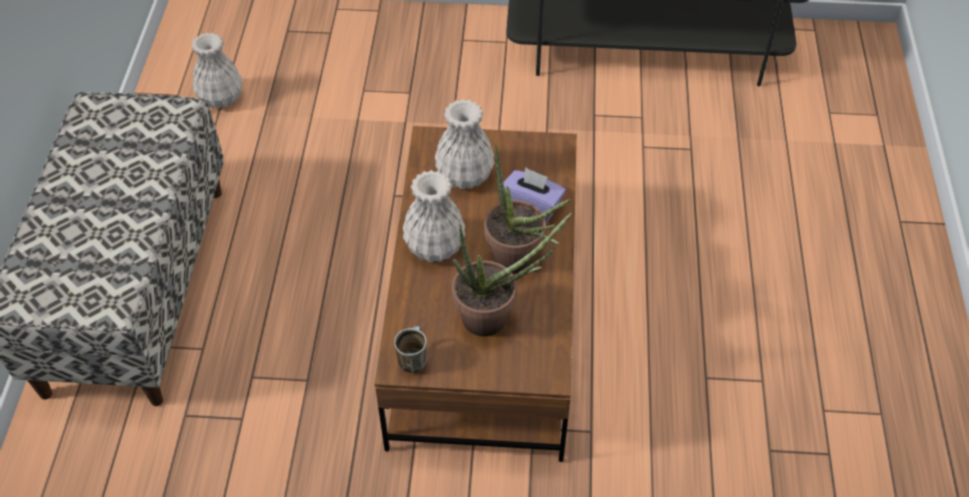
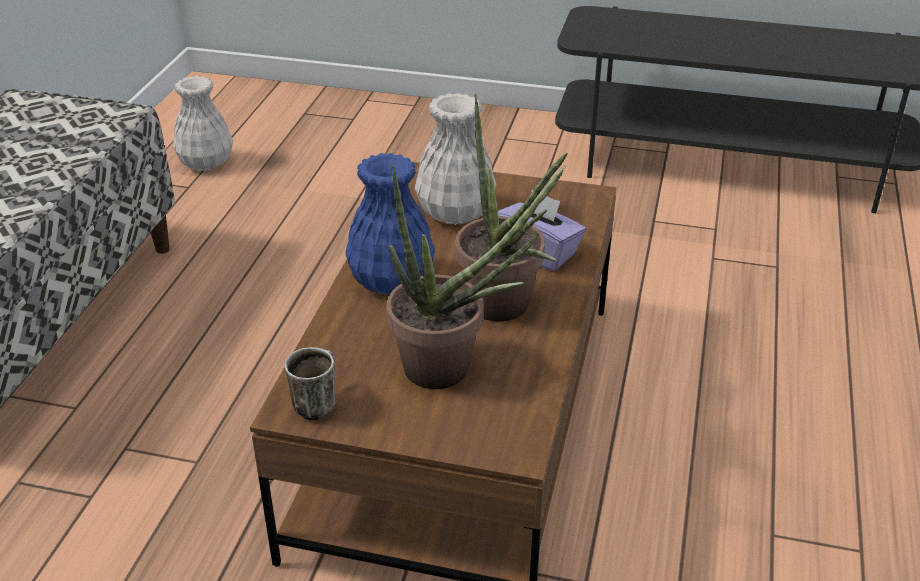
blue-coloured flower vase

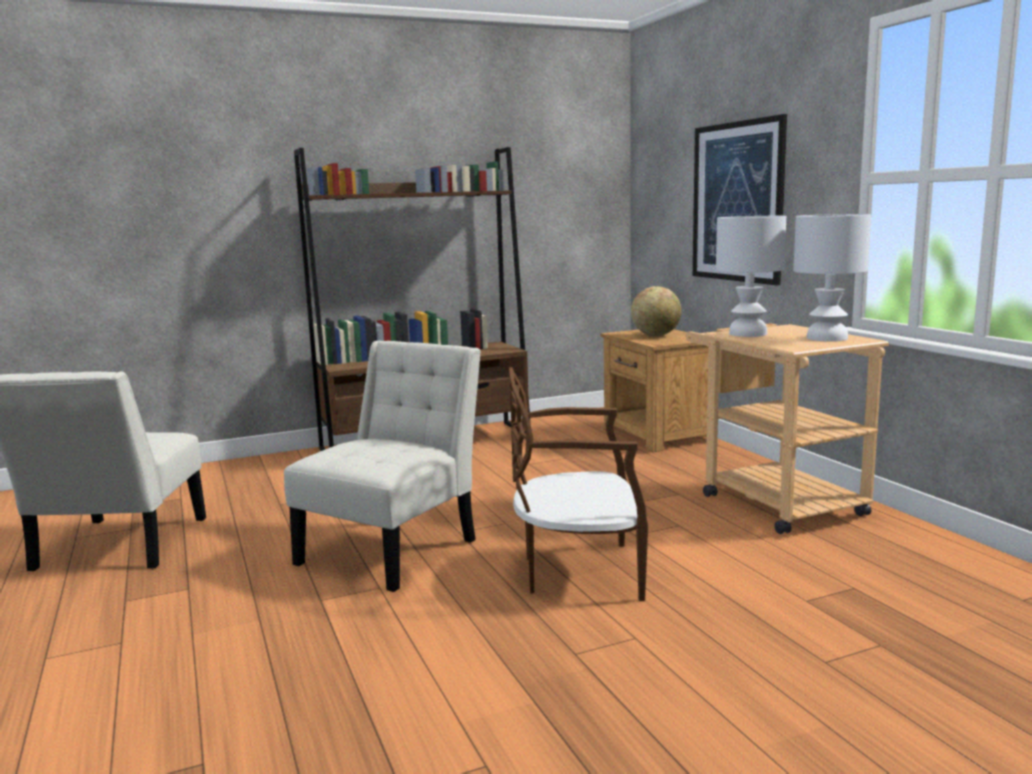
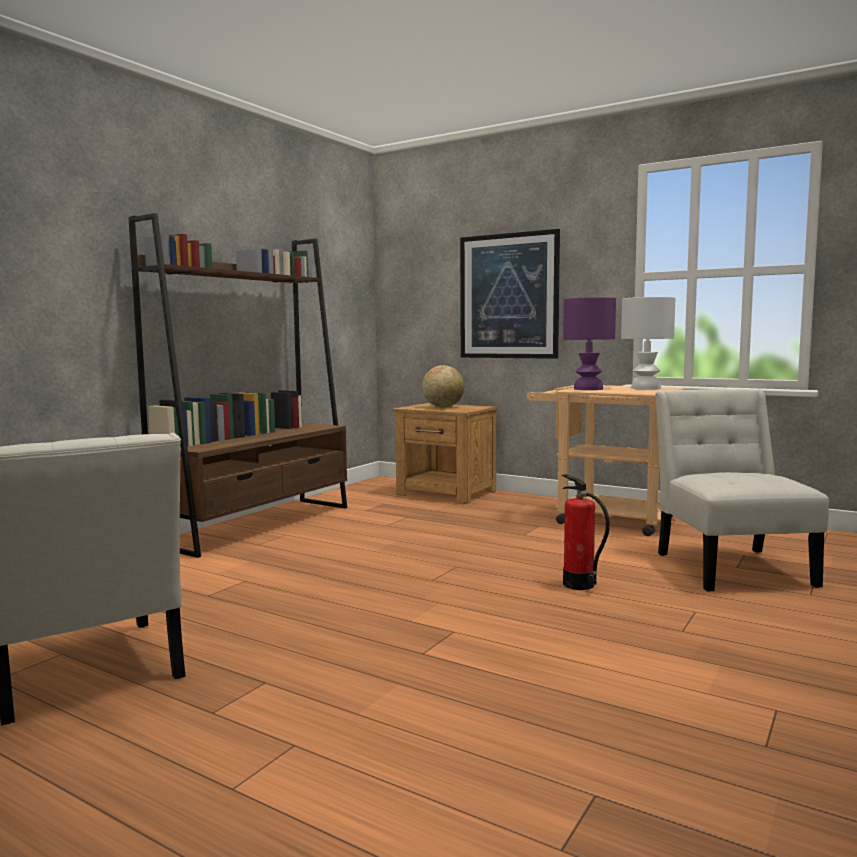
purple table lamp; white plain chair (no. 2 from left); fire extinguisher

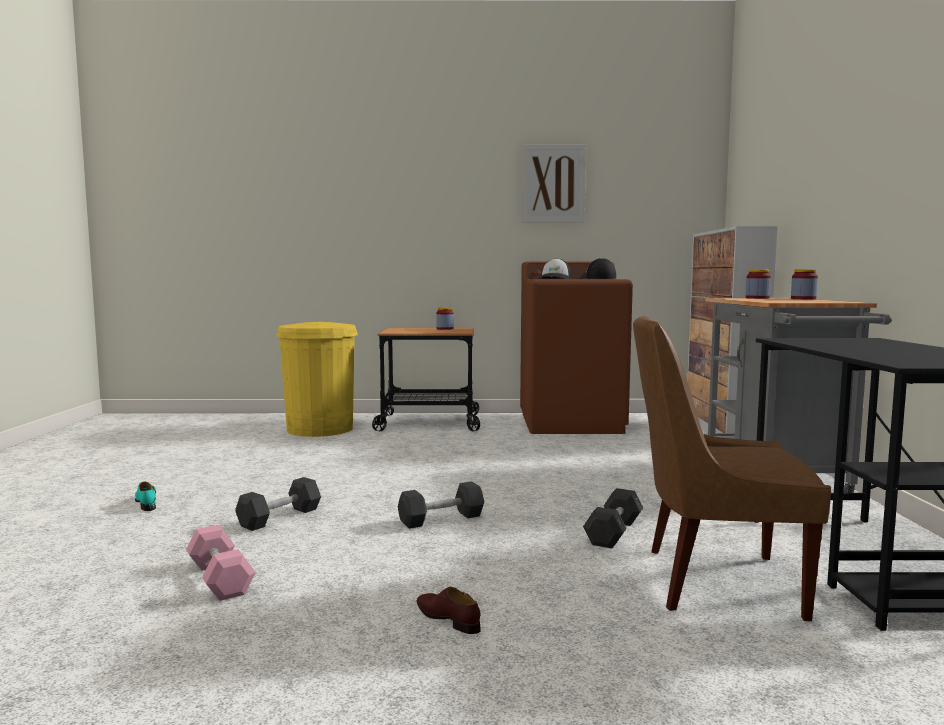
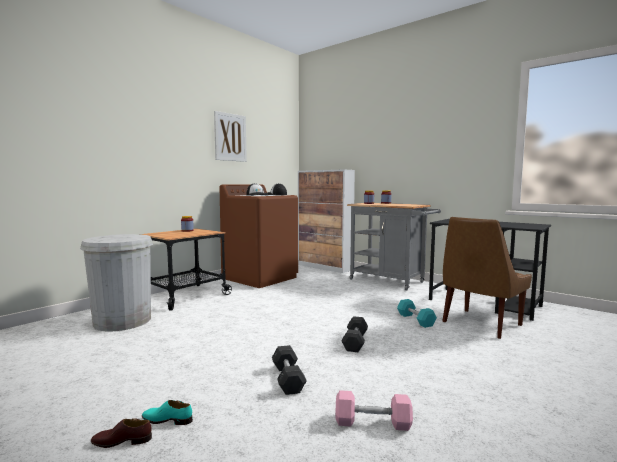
white rubbish bin; turquoise-coloured free weight; brown-coloured shoe

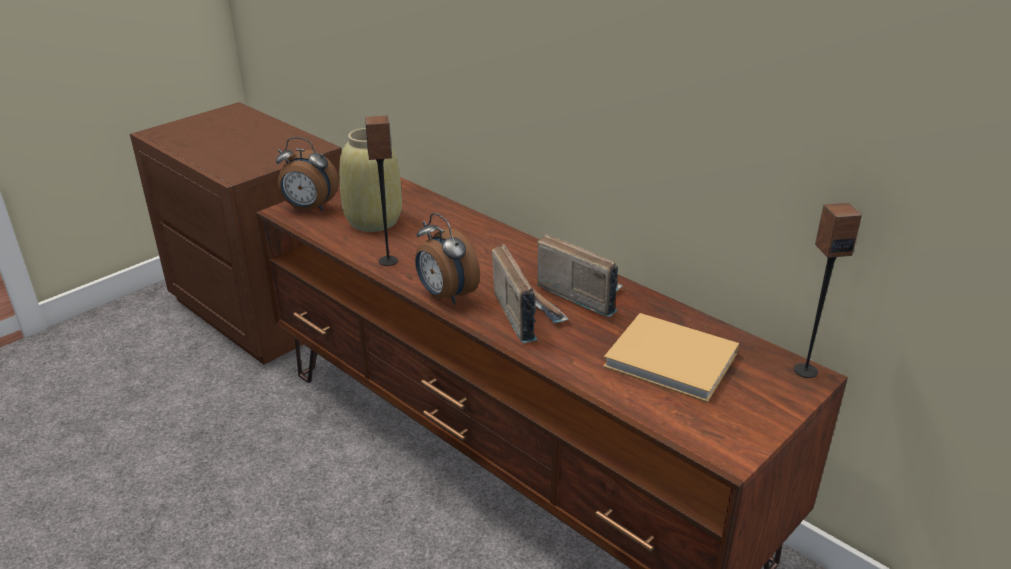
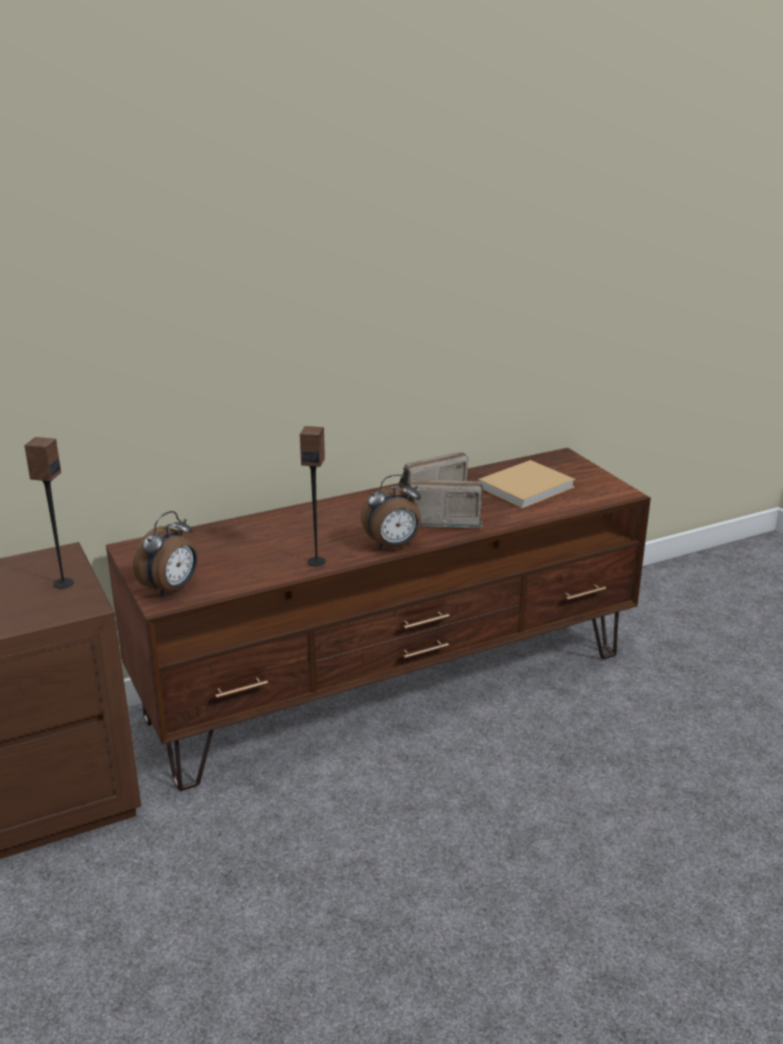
sand-coloured flower vase; speaker (no. 1 from left)

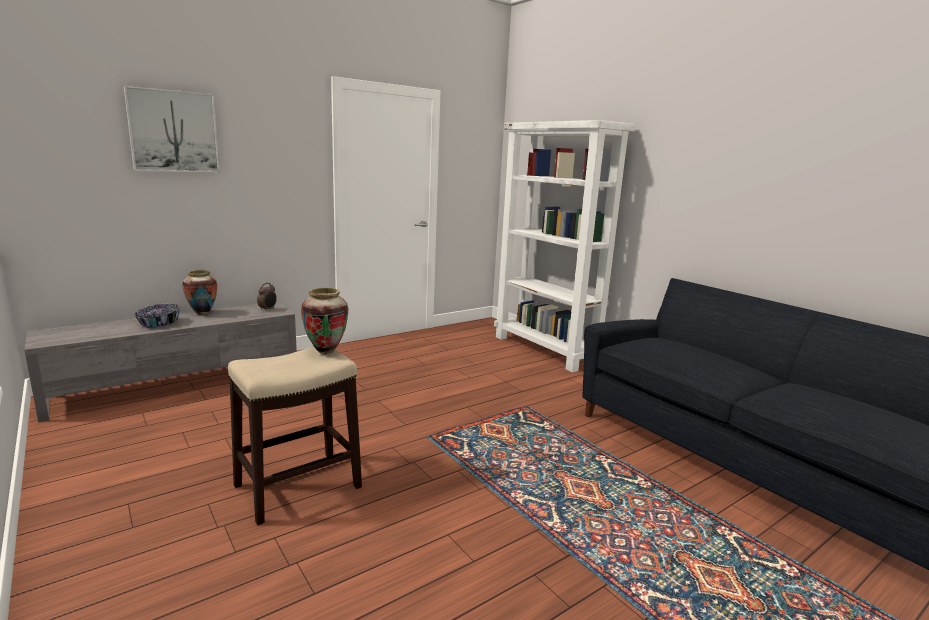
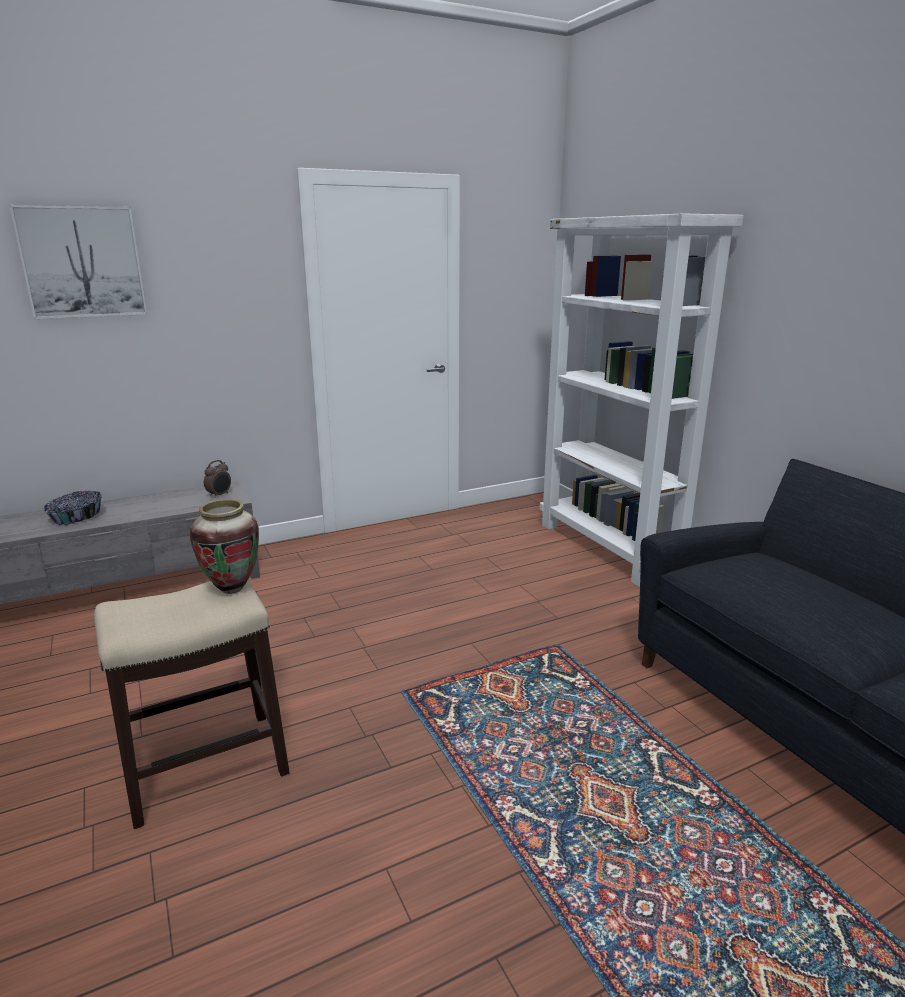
flower vase (no. 1 from left in the first image)

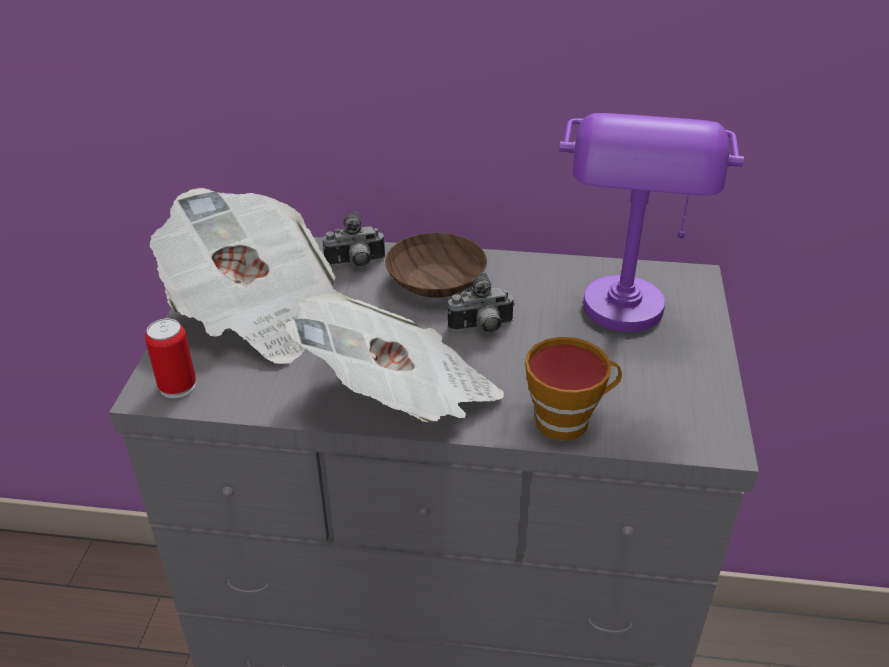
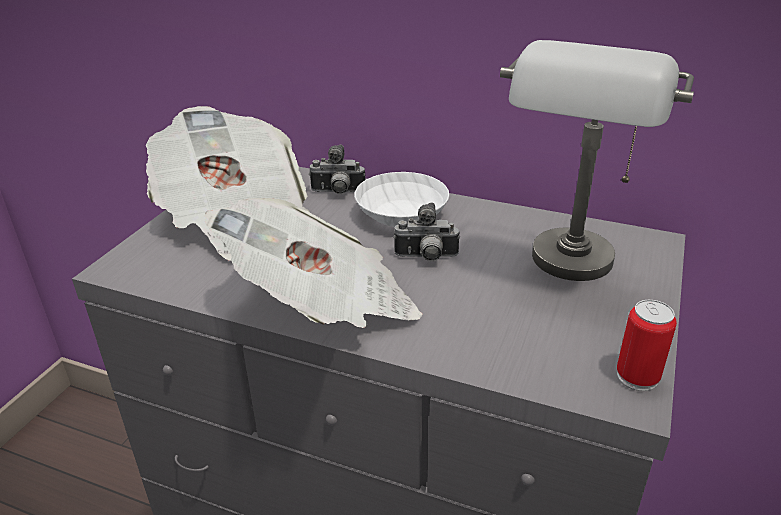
greyish table lamp; white bowl; can; cup

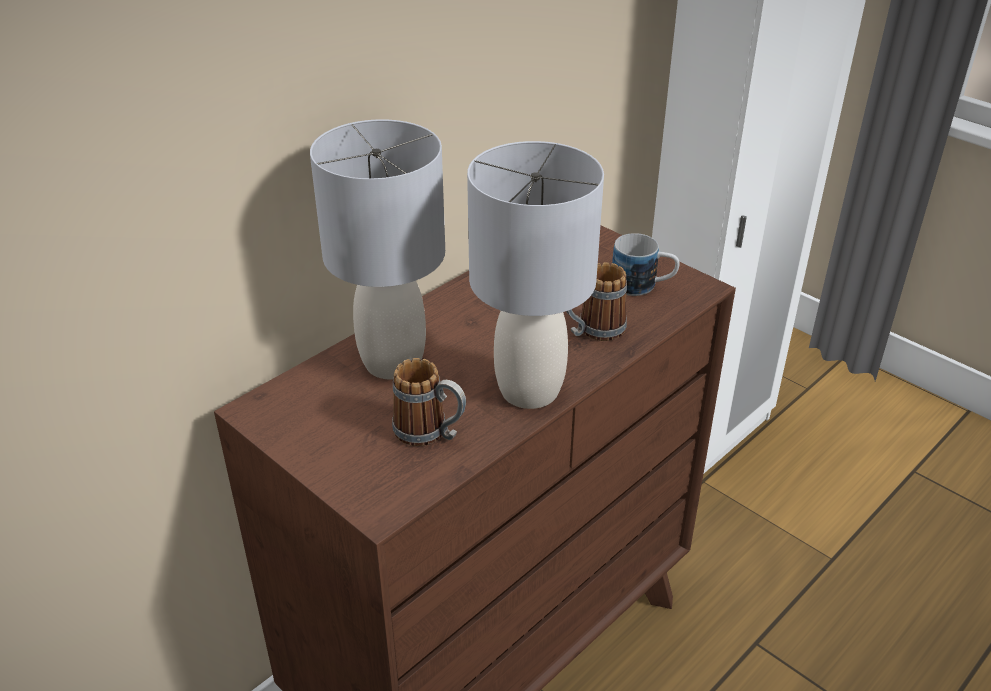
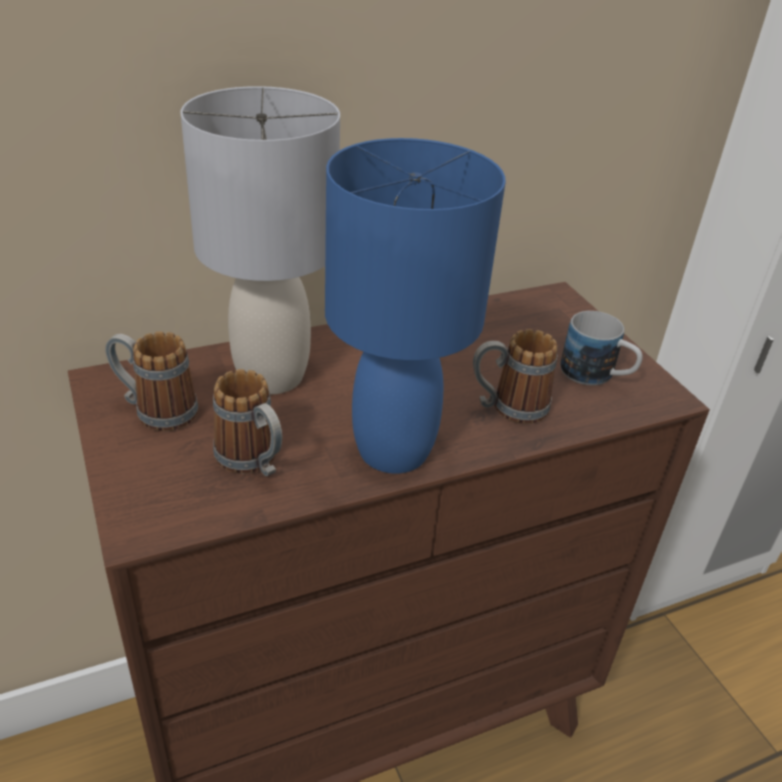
blue-coloured table lamp; mug (no. 1 from left)

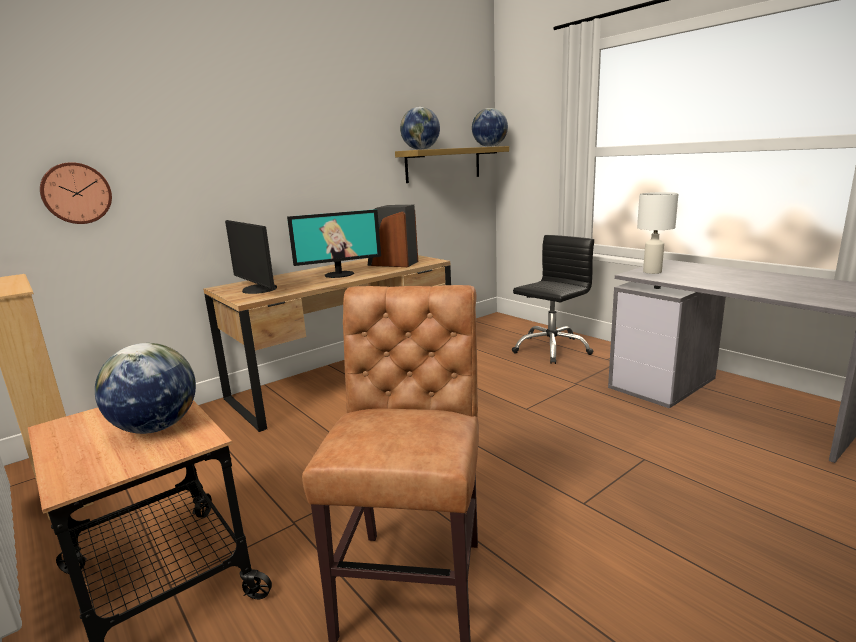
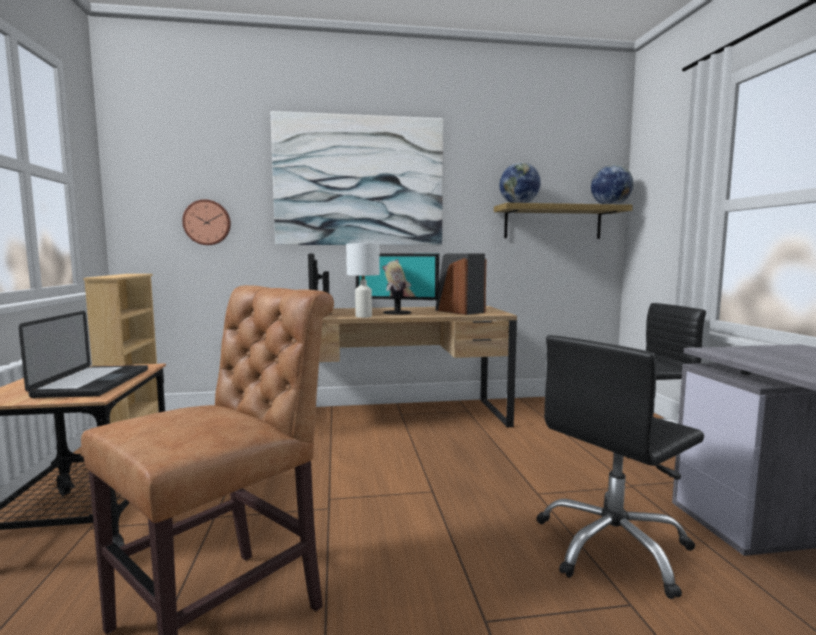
white table lamp; laptop; wall picture; black-coloured office chair (no. 1 from left)

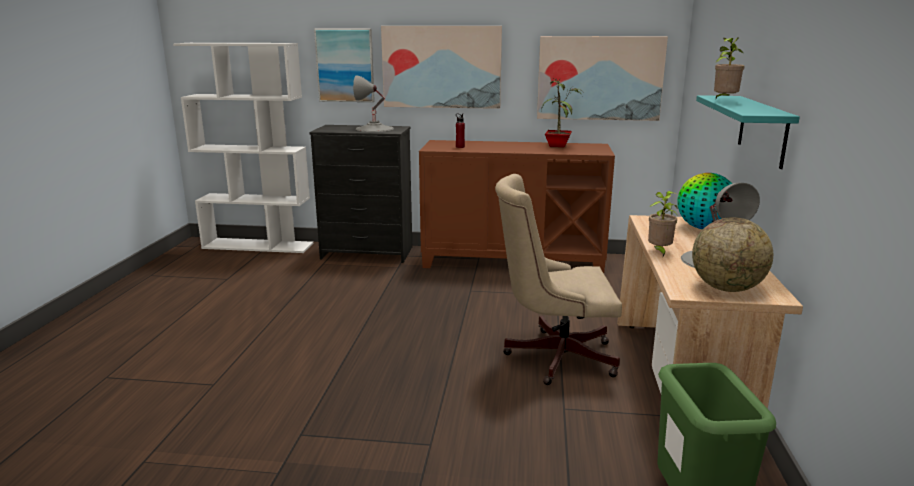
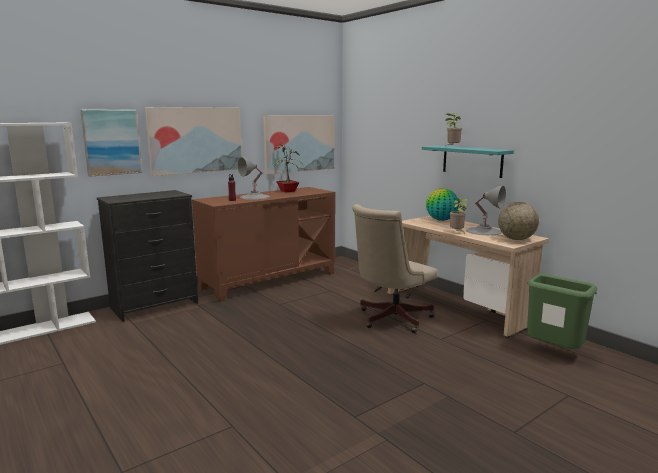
greyish table lamp (no. 1 from left)

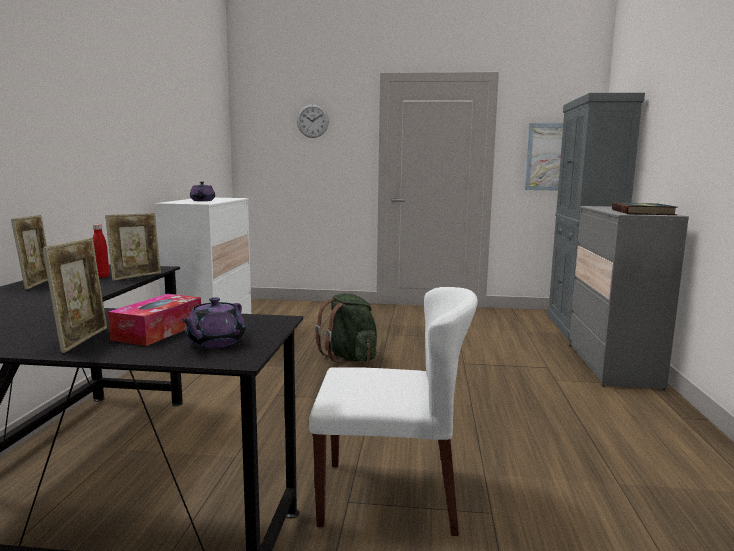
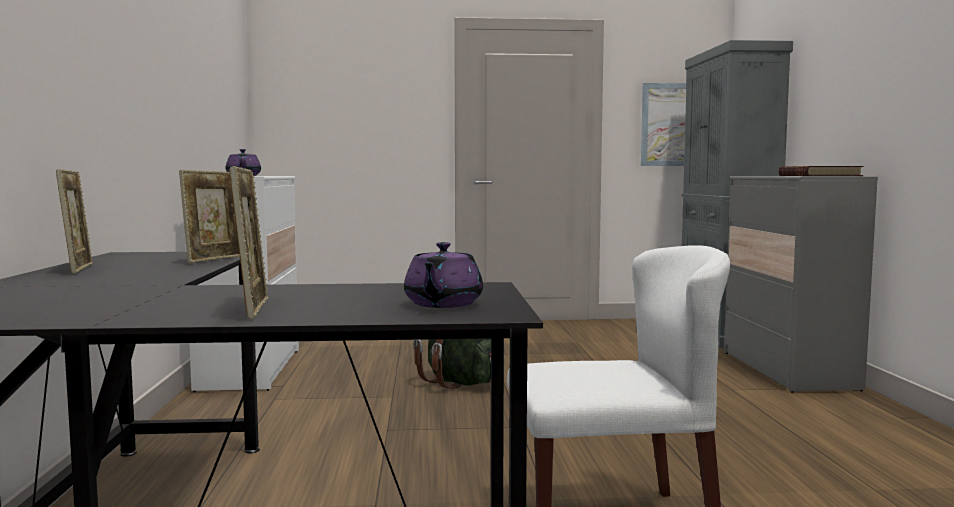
wall clock; reddish beverage bottle; box of tissues

